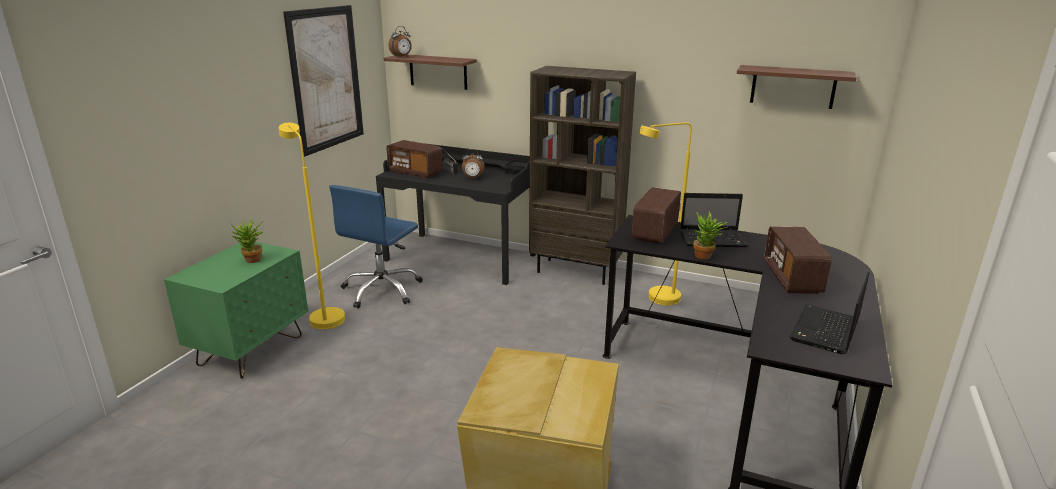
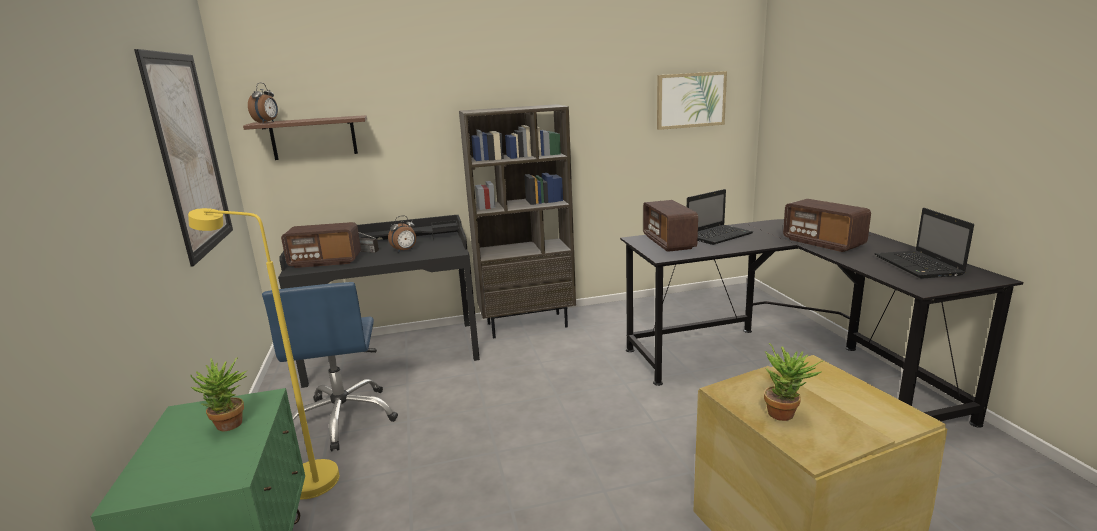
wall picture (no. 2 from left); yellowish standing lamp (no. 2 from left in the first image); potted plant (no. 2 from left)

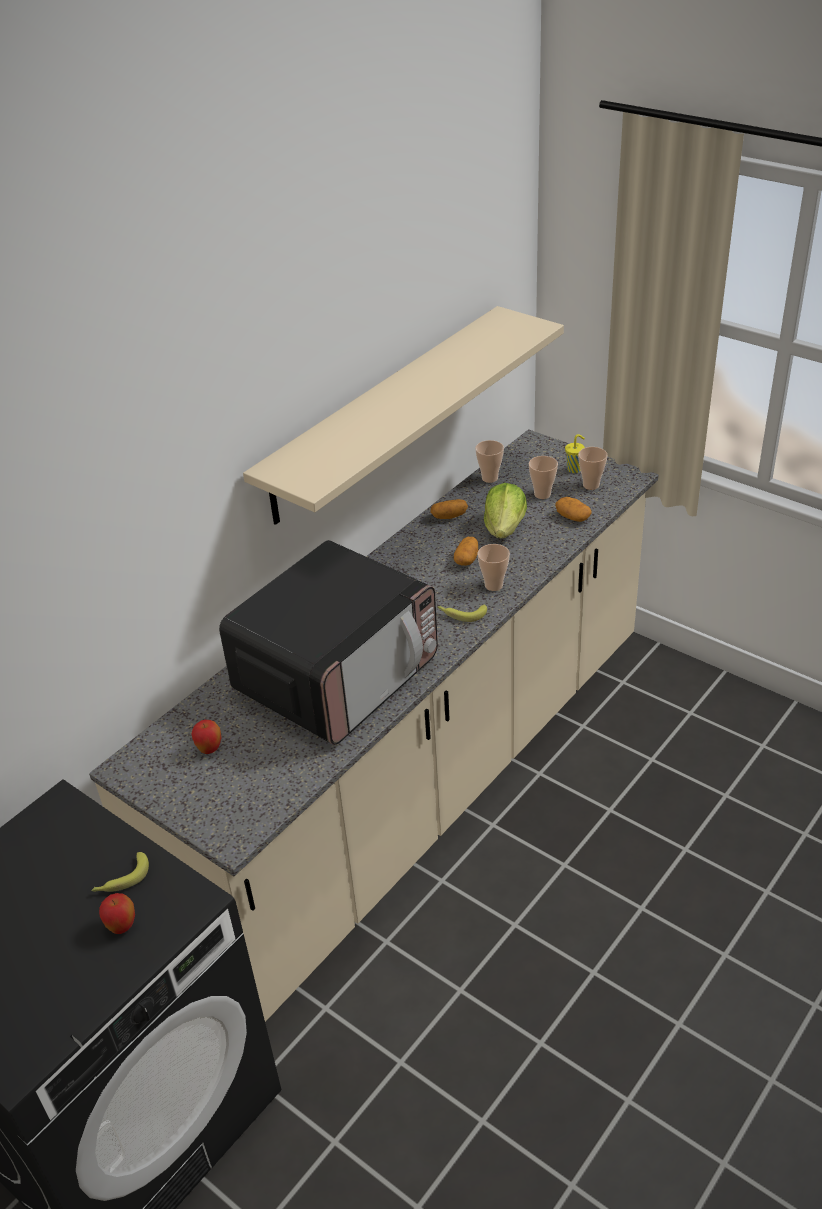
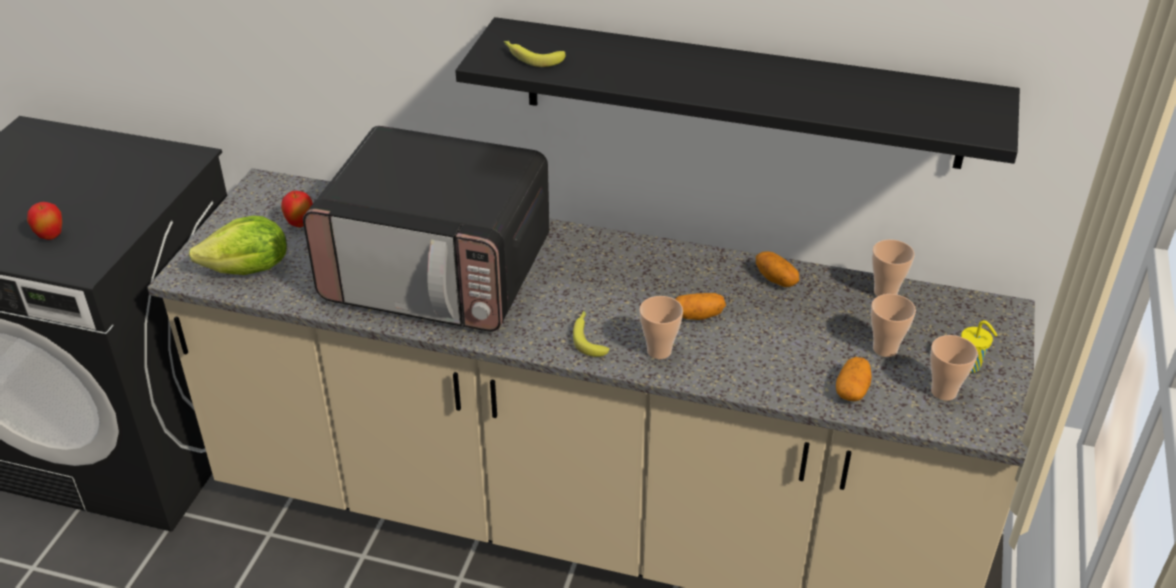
black-coloured wall shelf; head of lettuce; banana (no. 1 from left)

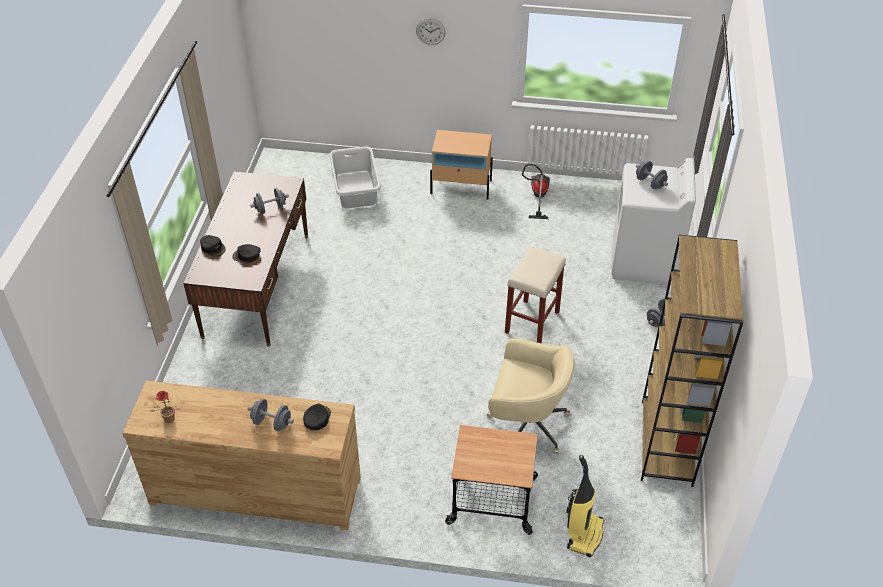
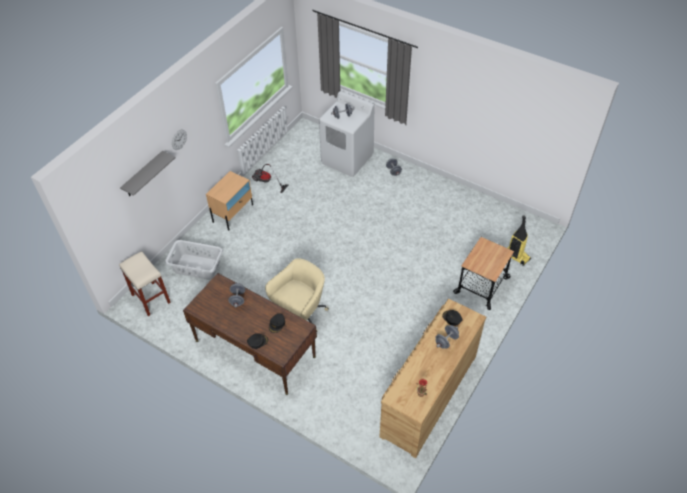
brown-coloured shelving unit; sand-coloured stool seat; sand-coloured office chair; greyish wall shelf

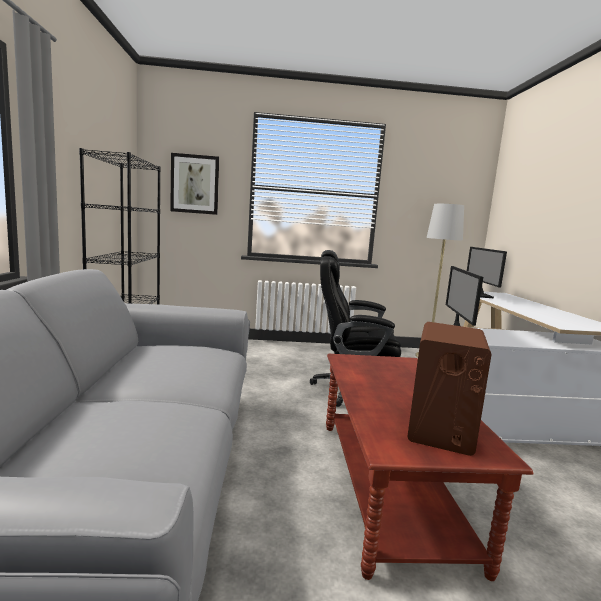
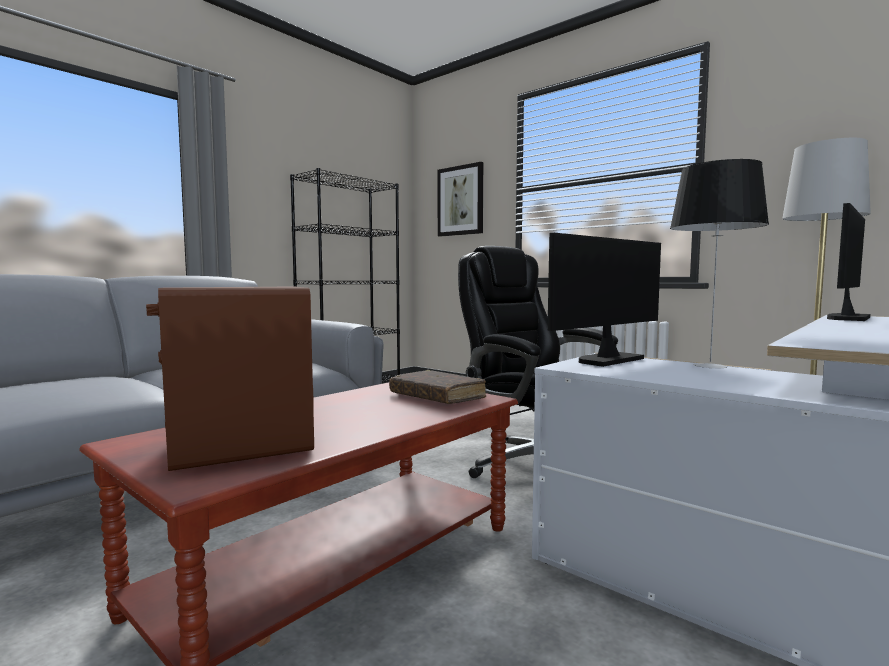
table lamp; brown-coloured volume

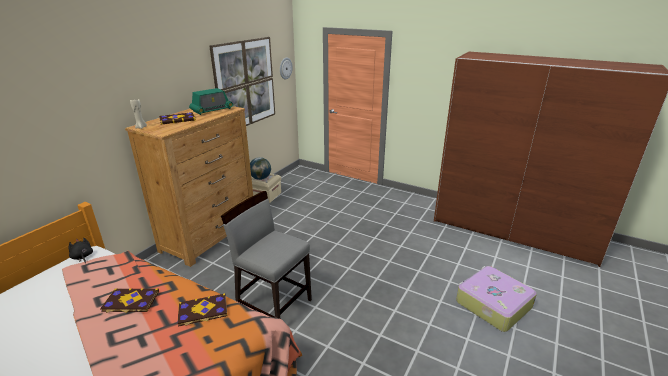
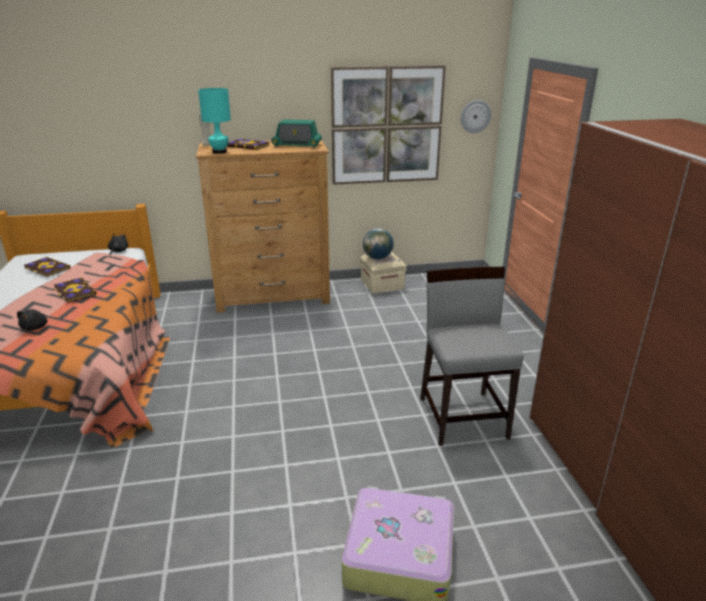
greyish plain chair; volume (no. 1 from left); turquoise-coloured table lamp; black-coloured soft toy (no. 1 from left)

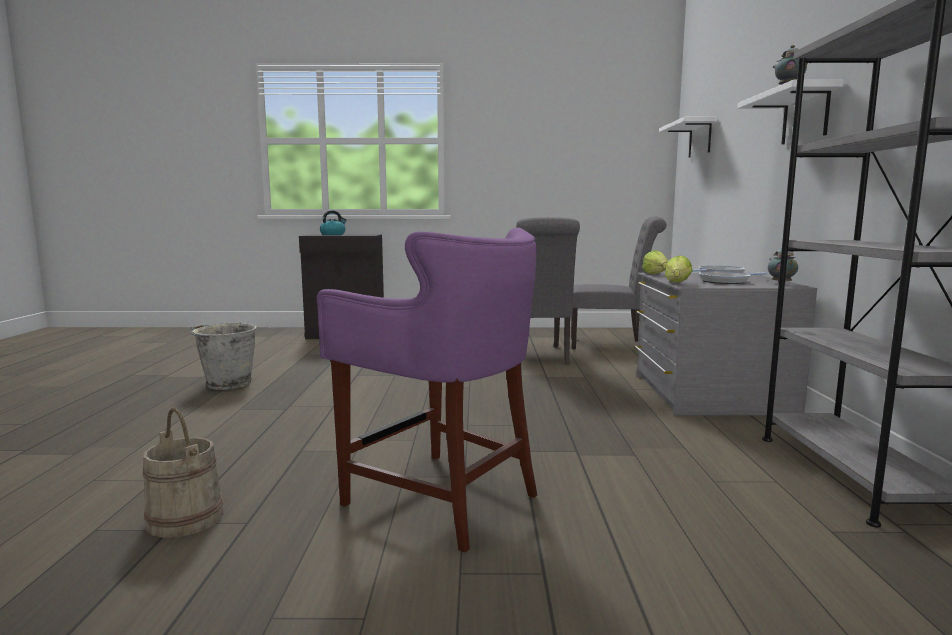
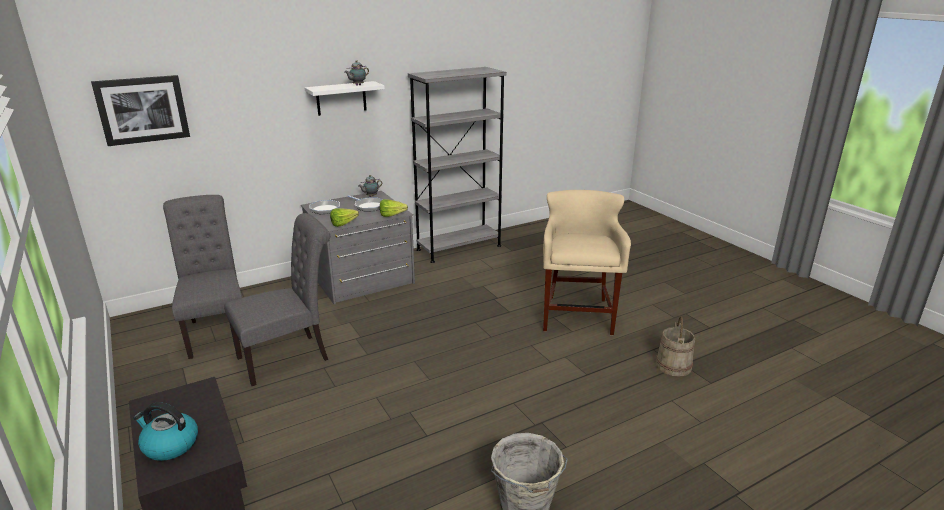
wall picture; sand-coloured stool seat

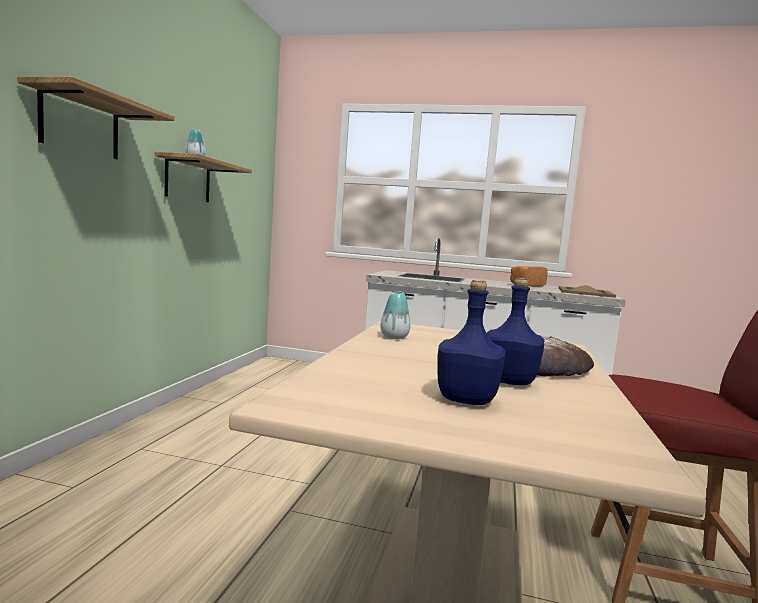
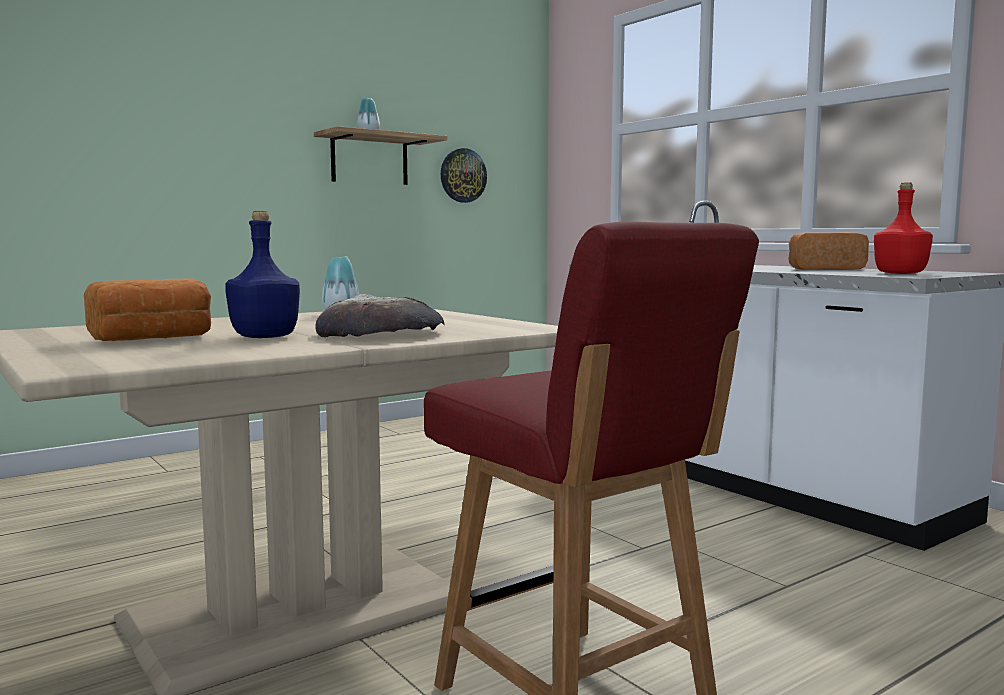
wall shelf (no. 1 from left in the first image); baked bread (no. 1 from left); reddish beverage bottle; wall clock

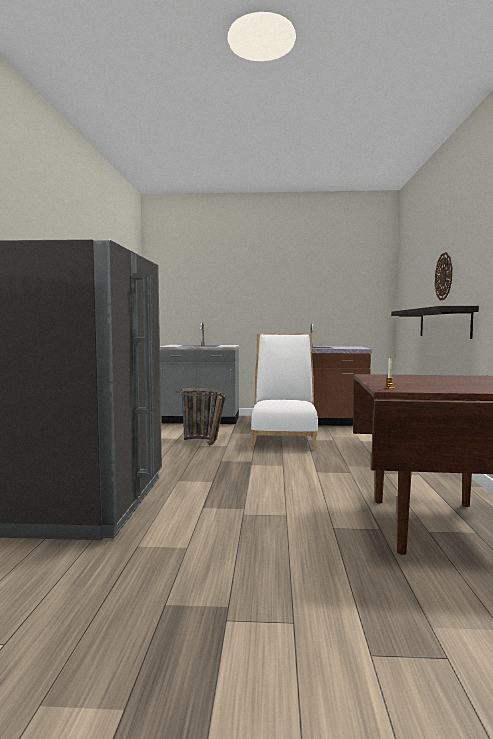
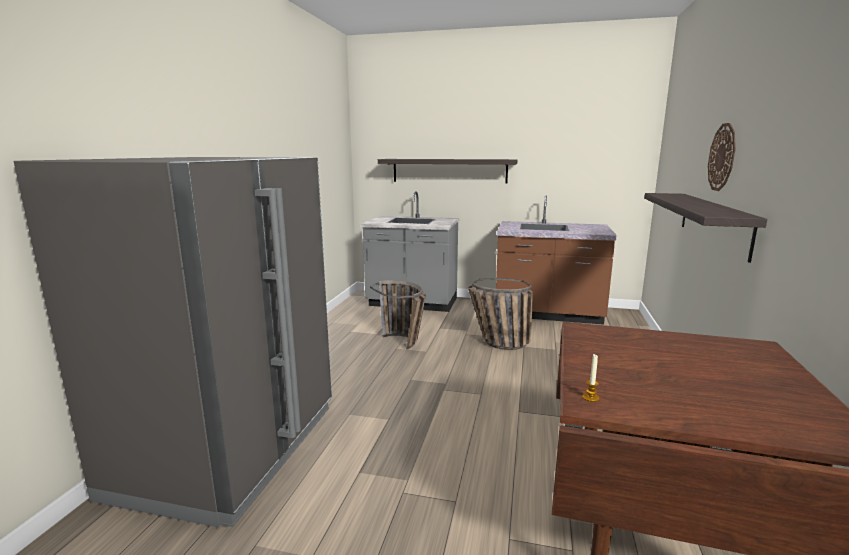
household basket (no. 2 from left); wall shelf (no. 1 from left)

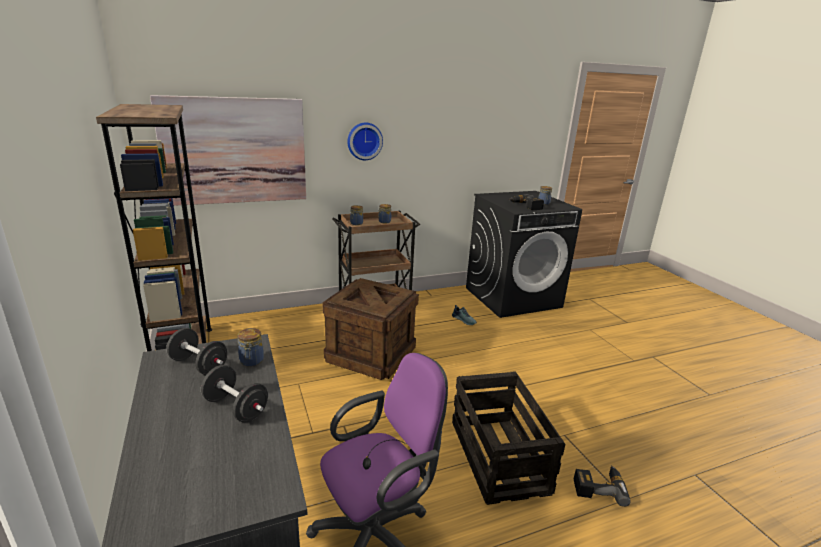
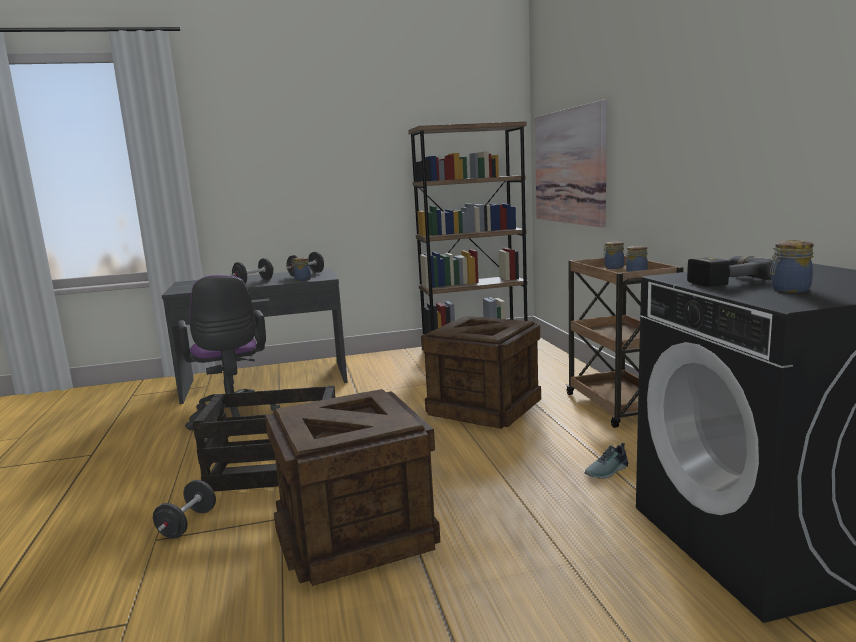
wall clock; black-coloured free weight (no. 1 from left); shipping crate (no. 2 from left)

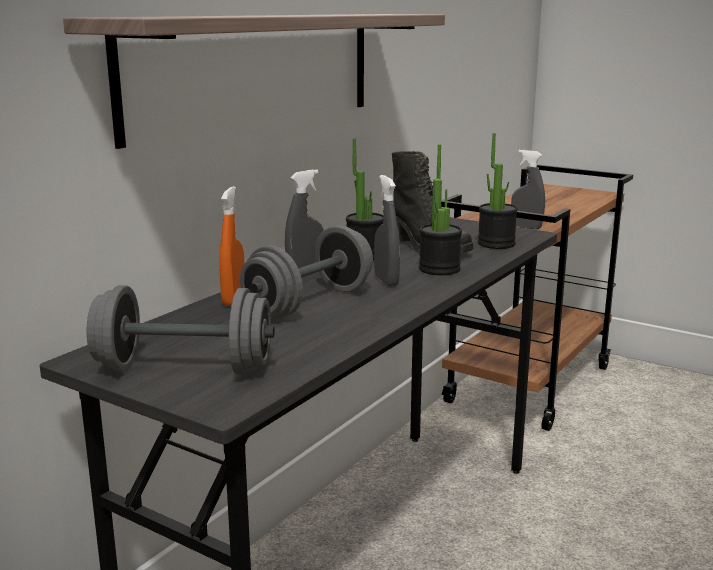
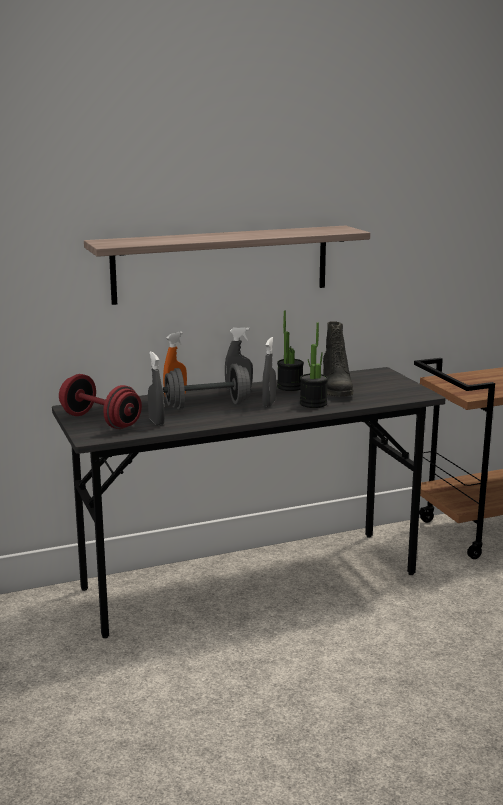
potted plant (no. 3 from left in the first image); greyish hand sprayer (no. 1 from left); reddish free weight

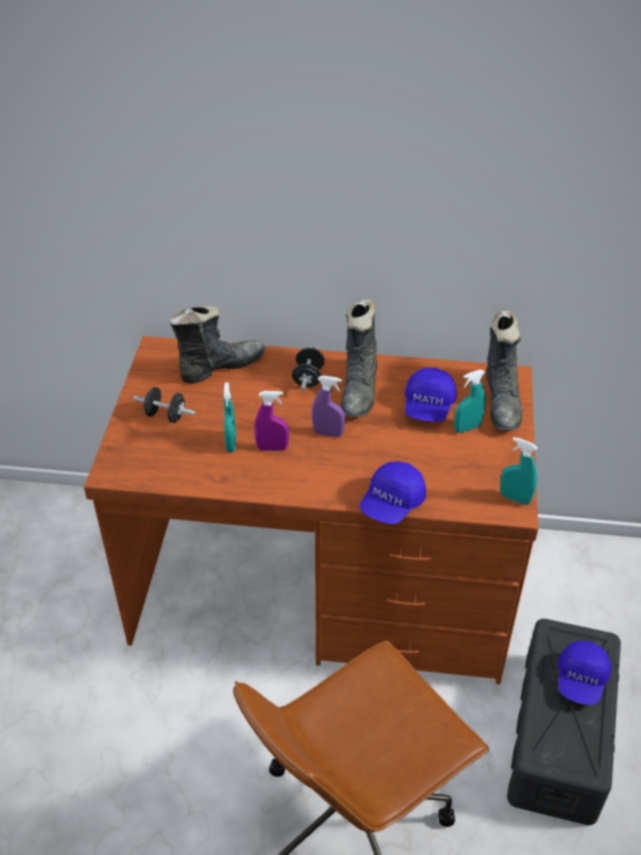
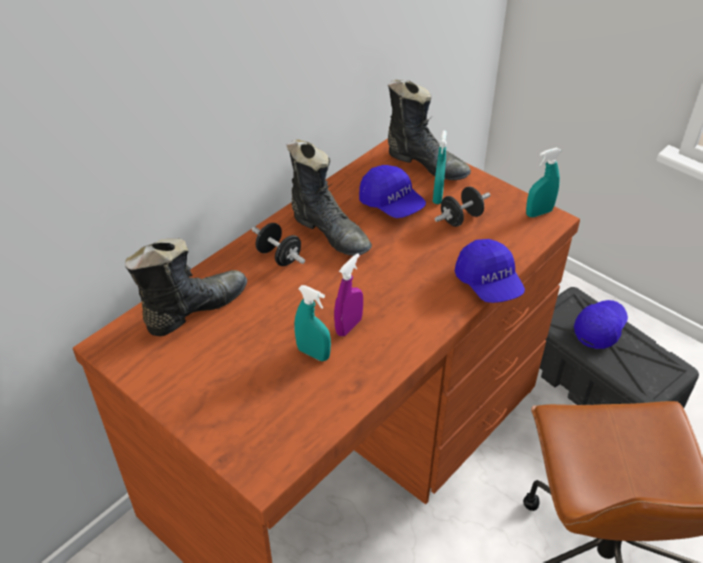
black-coloured high-top boot (no. 1 from left); purple hand sprayer (no. 2 from left in the first image); black-coloured free weight (no. 2 from left); blue-coloured baseball cap (no. 3 from left)

